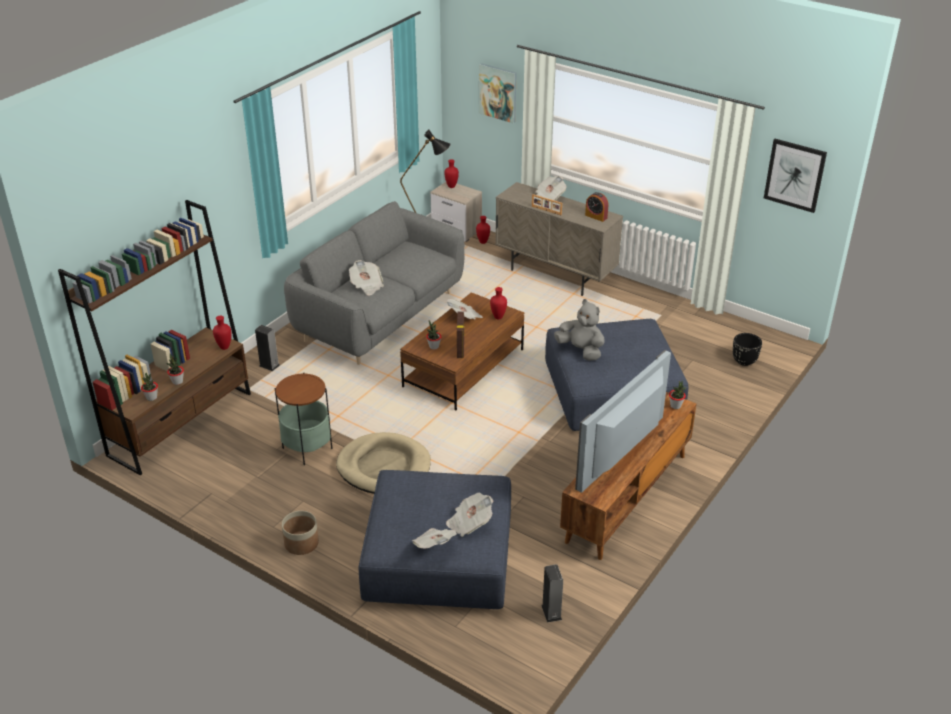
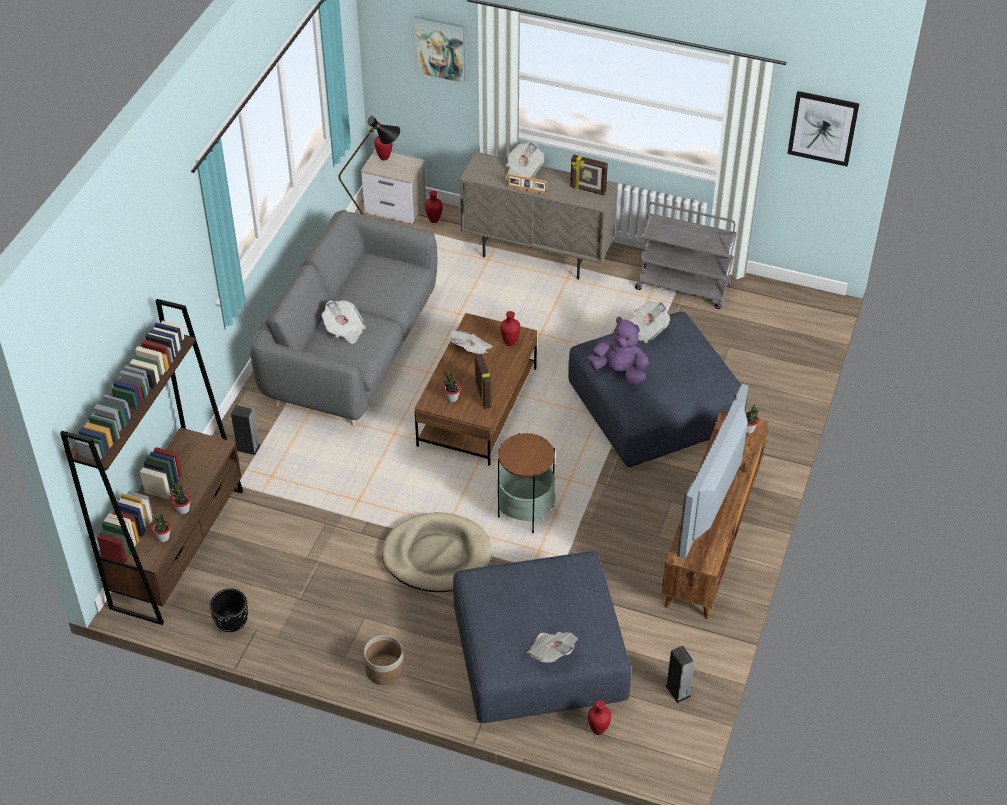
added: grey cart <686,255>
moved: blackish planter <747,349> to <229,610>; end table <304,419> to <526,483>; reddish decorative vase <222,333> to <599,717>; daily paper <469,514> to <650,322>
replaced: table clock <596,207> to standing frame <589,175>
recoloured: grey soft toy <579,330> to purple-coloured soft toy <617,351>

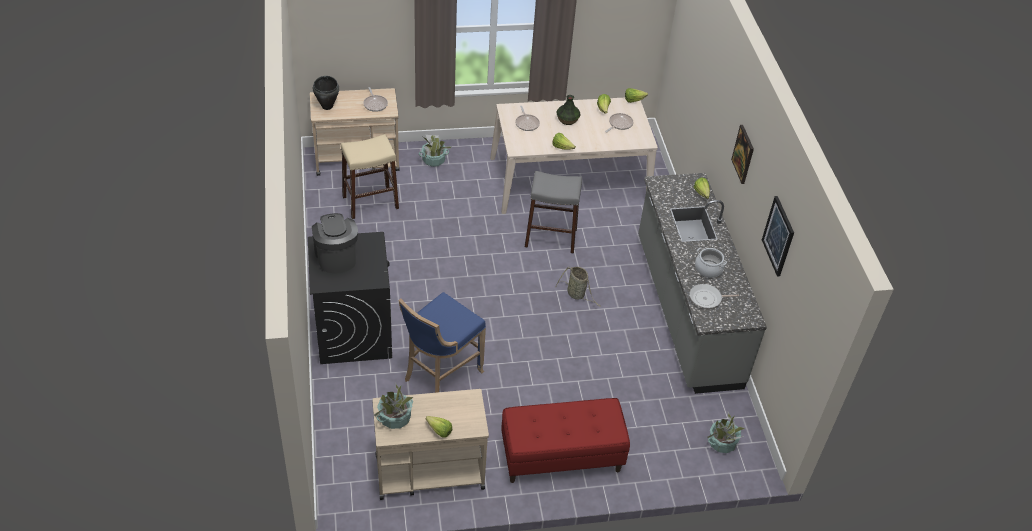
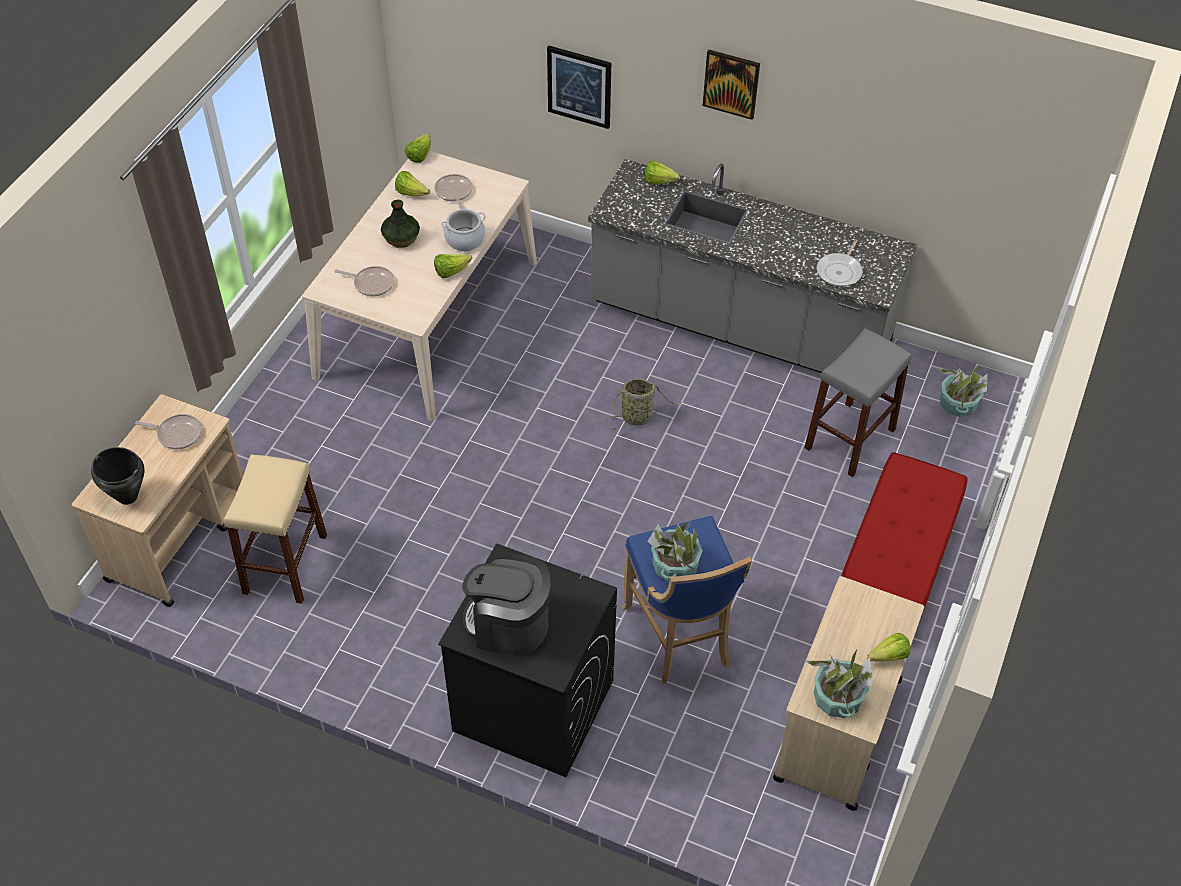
moved: stockpot <711,263> to <463,230>; picture <778,236> to <579,87>; plant in a pot <435,150> to <675,551>; grey stool seat <553,212> to <858,402>

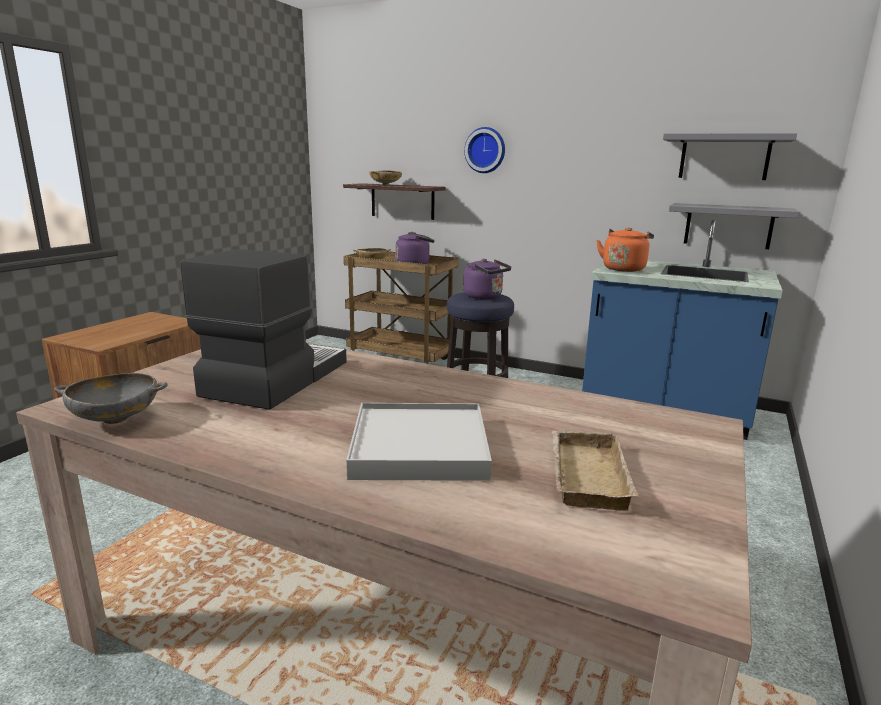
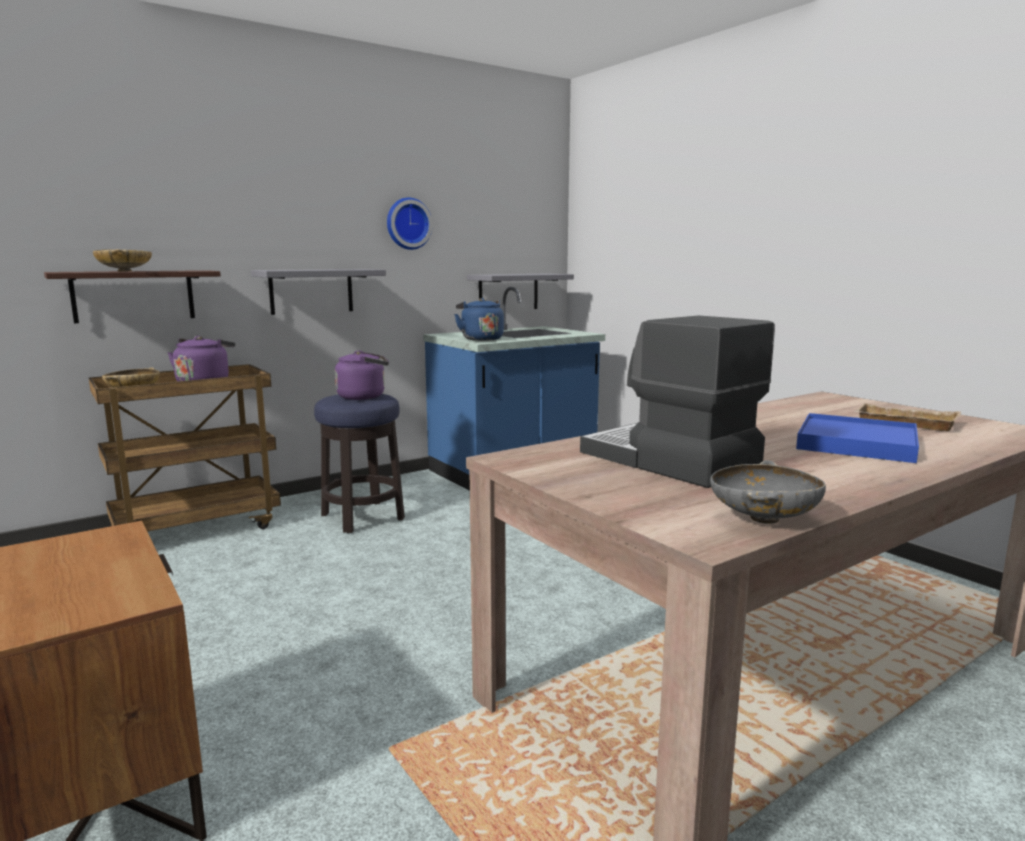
moved: grey shelf <730,156> to <318,292>; clock on the wall <484,150> to <410,224>
recoloured: orange kettle <625,249> to bluish kettle <479,319>; whitish tray <419,442> to bluish tray <857,438>

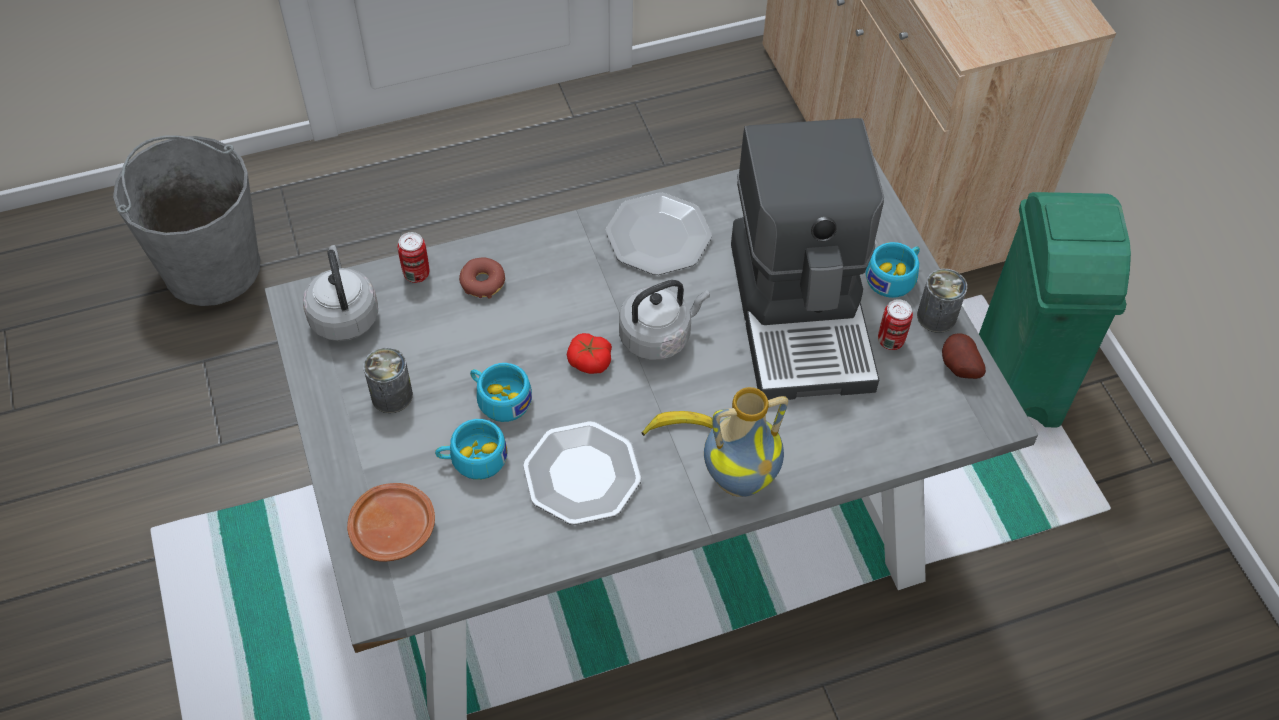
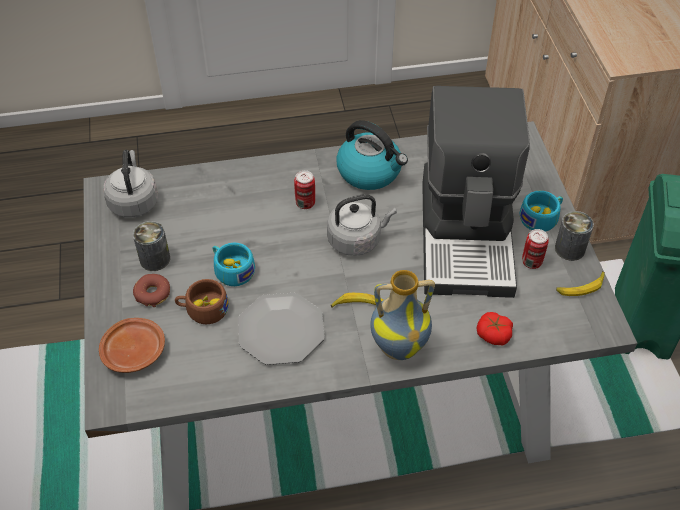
removed: grey bucket <186,220>
moved: donut <482,278> to <151,290>; sealed can <413,257> to <304,189>; whole tomato <589,353> to <495,328>
replaced: flat dish <658,233> to kettle <372,155>; whole potato <964,356> to banana fruit <580,283>
recoloured: turquoise-coloured drinking cup <471,449> to brown-coloured drinking cup <202,301>

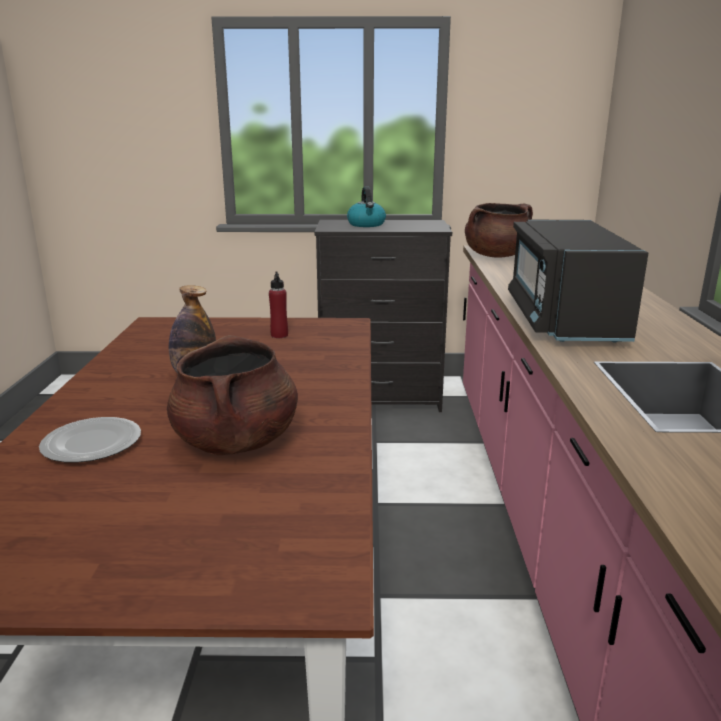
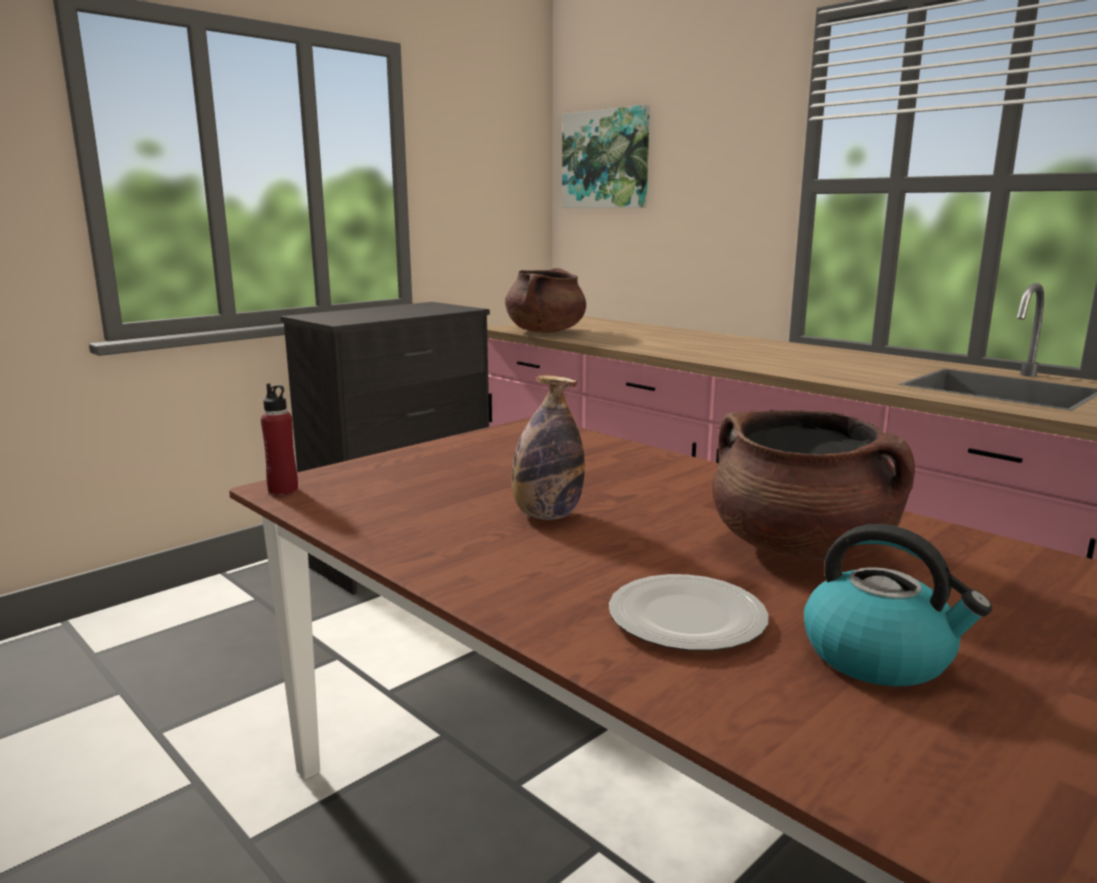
removed: blackish kitchen microwave <578,280>
added: picture <606,156>
moved: reddish beverage bottle <278,304> to <279,439>; kettle <366,207> to <898,605>

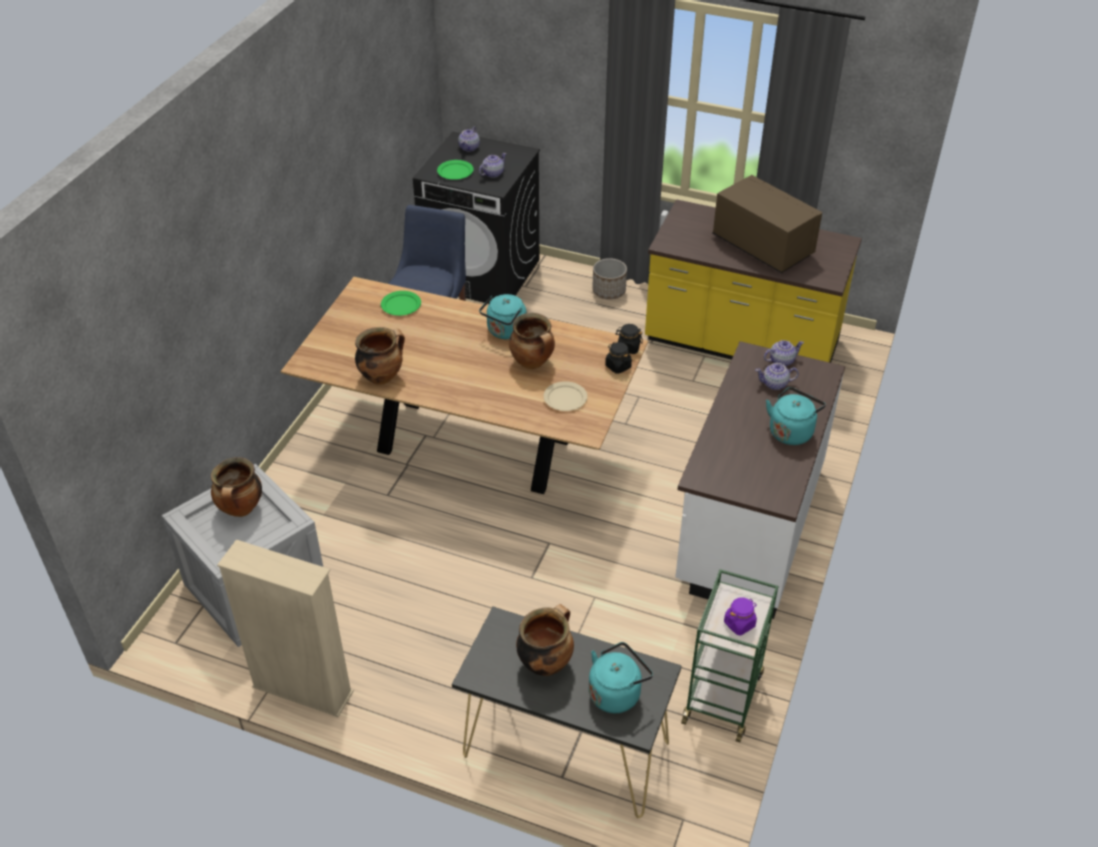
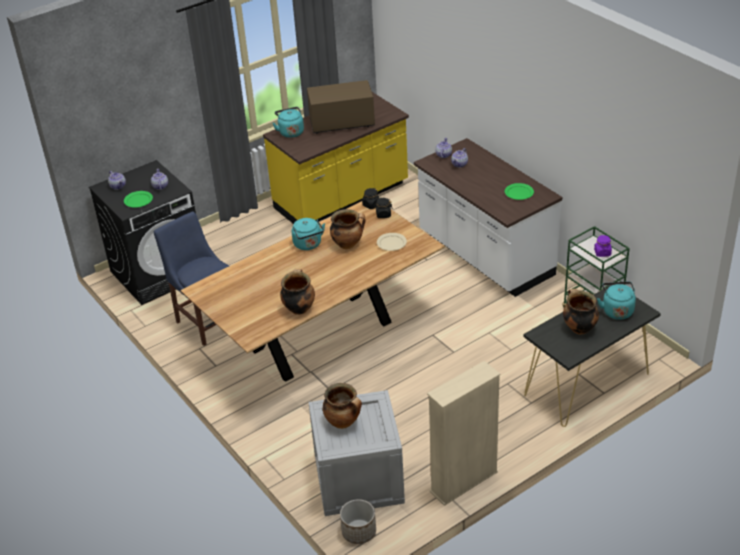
moved: turquoise-coloured kettle <796,416> to <288,122>; planter <609,278> to <358,521>; green flat dish <401,303> to <519,191>

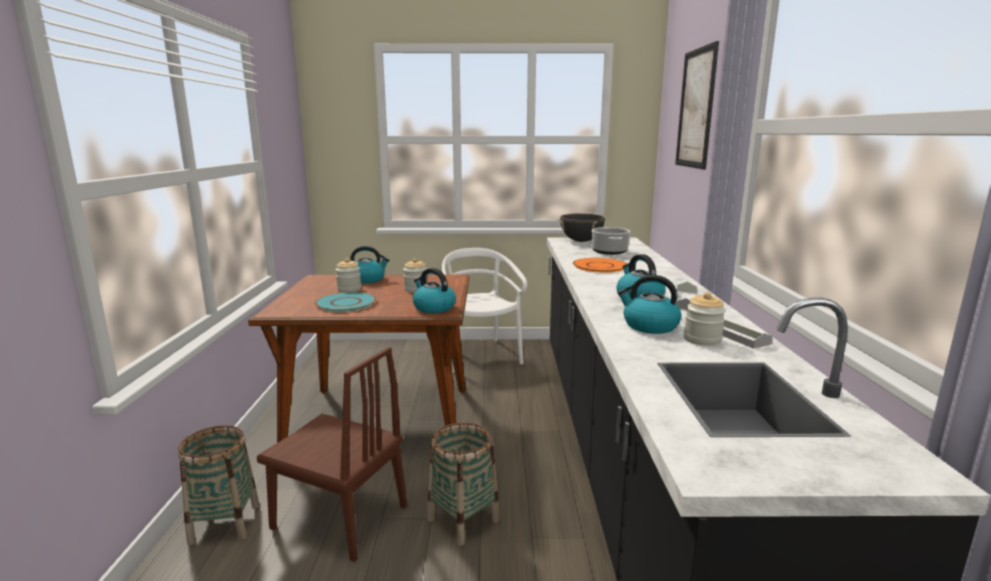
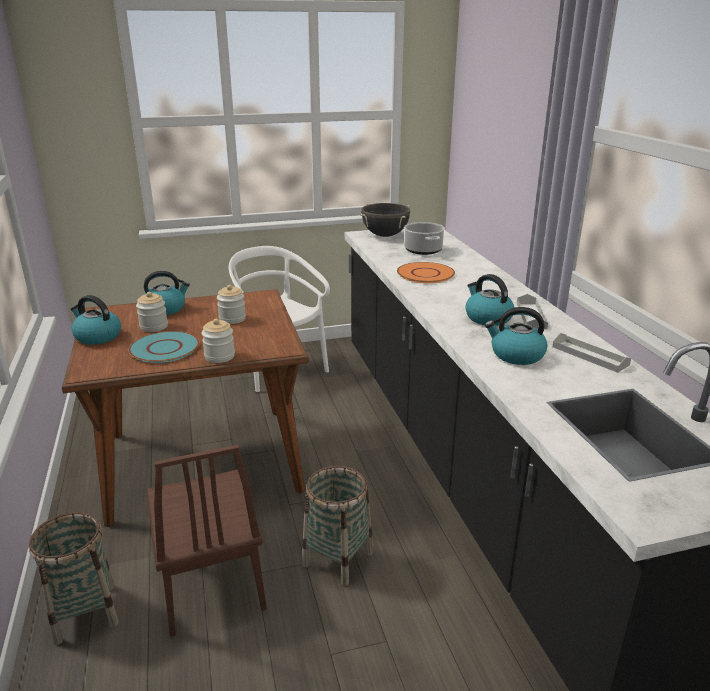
removed: picture <697,105>
moved: kettle <434,290> to <96,320>; storage jar <705,319> to <218,341>
turned: brown-coloured upright chair <332,454> = <206,541> 60 degrees clockwise

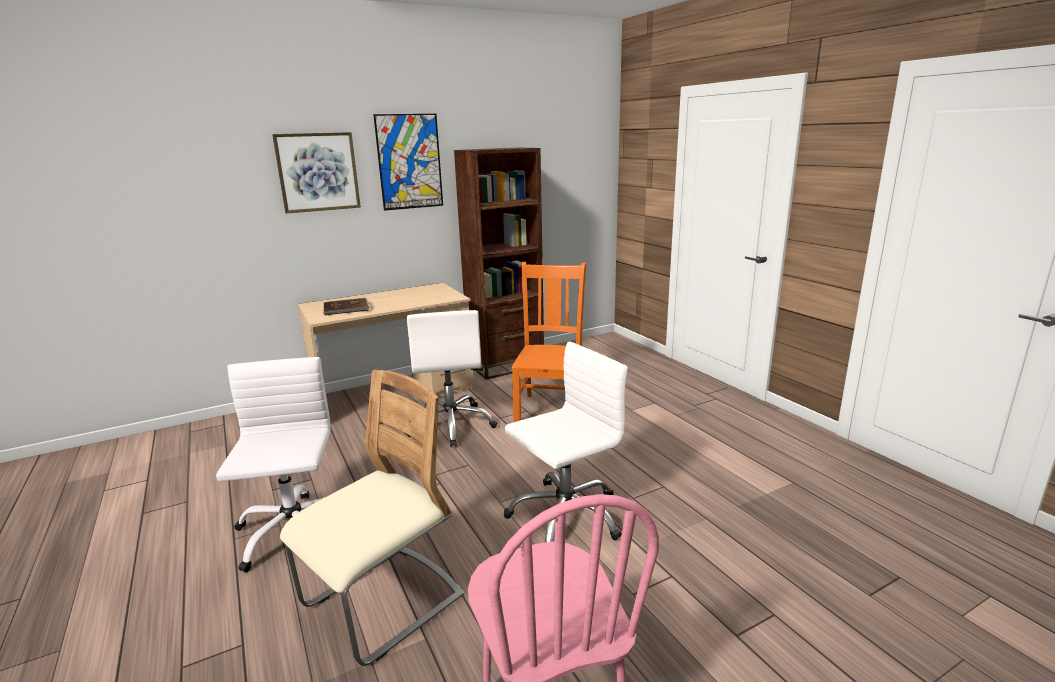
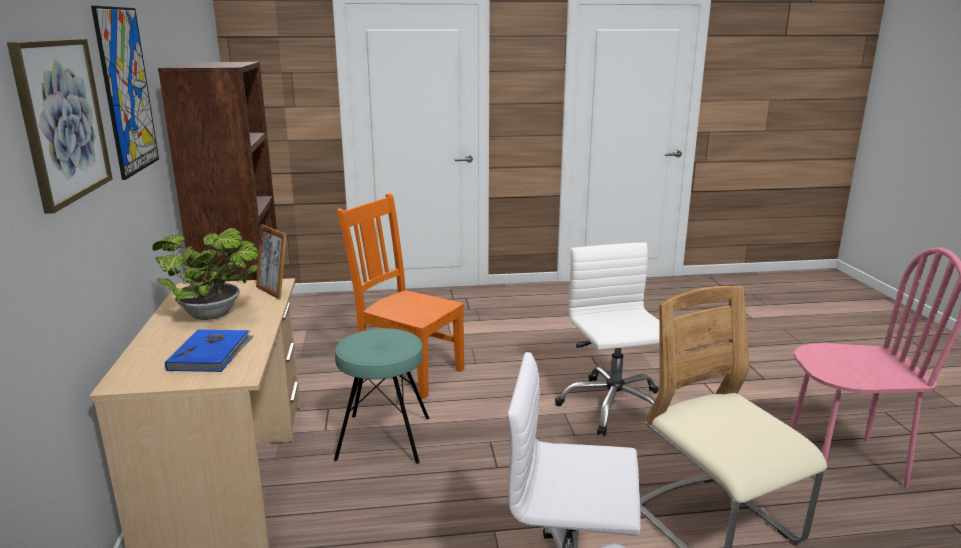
added: plant in a pot <206,274>; standing frame <271,261>
replaced: whitish office chair <451,378> to turquoise-coloured stool seat <381,396>
recoloured: brown-coloured volume <346,306> to bluish volume <209,350>

